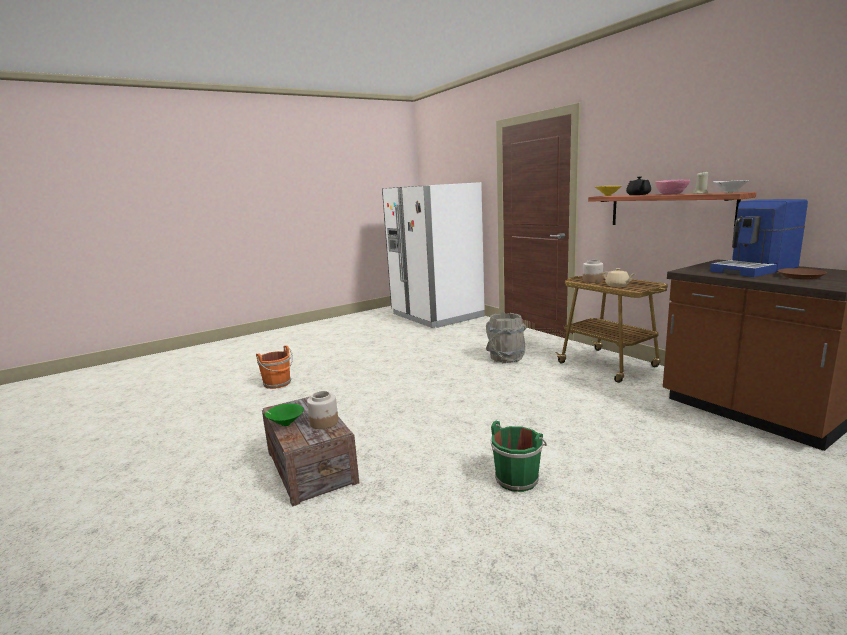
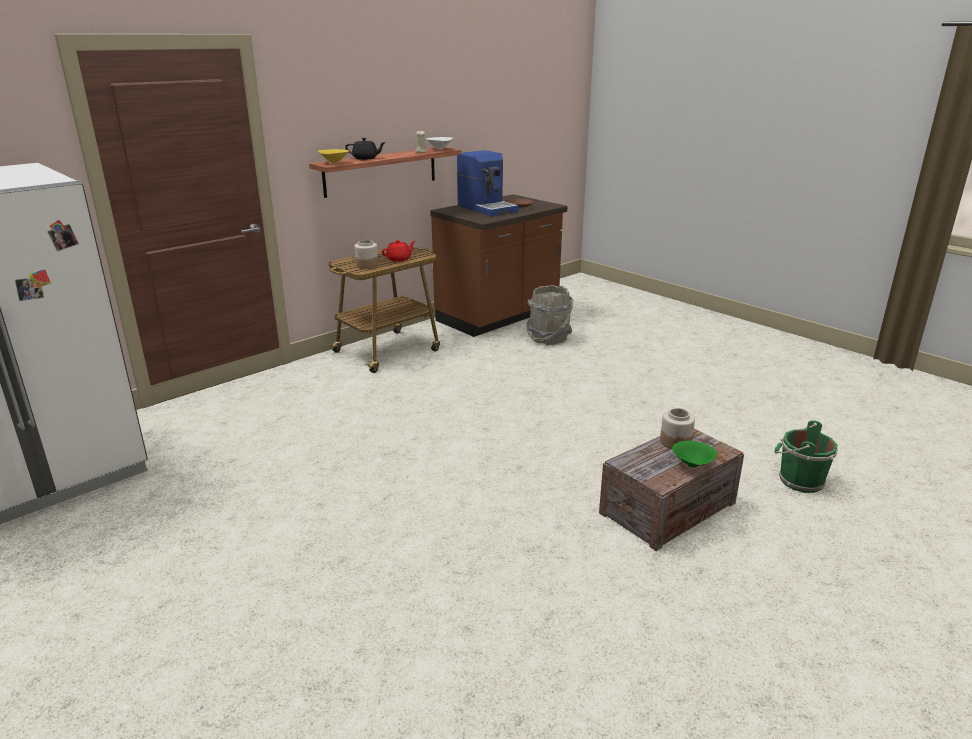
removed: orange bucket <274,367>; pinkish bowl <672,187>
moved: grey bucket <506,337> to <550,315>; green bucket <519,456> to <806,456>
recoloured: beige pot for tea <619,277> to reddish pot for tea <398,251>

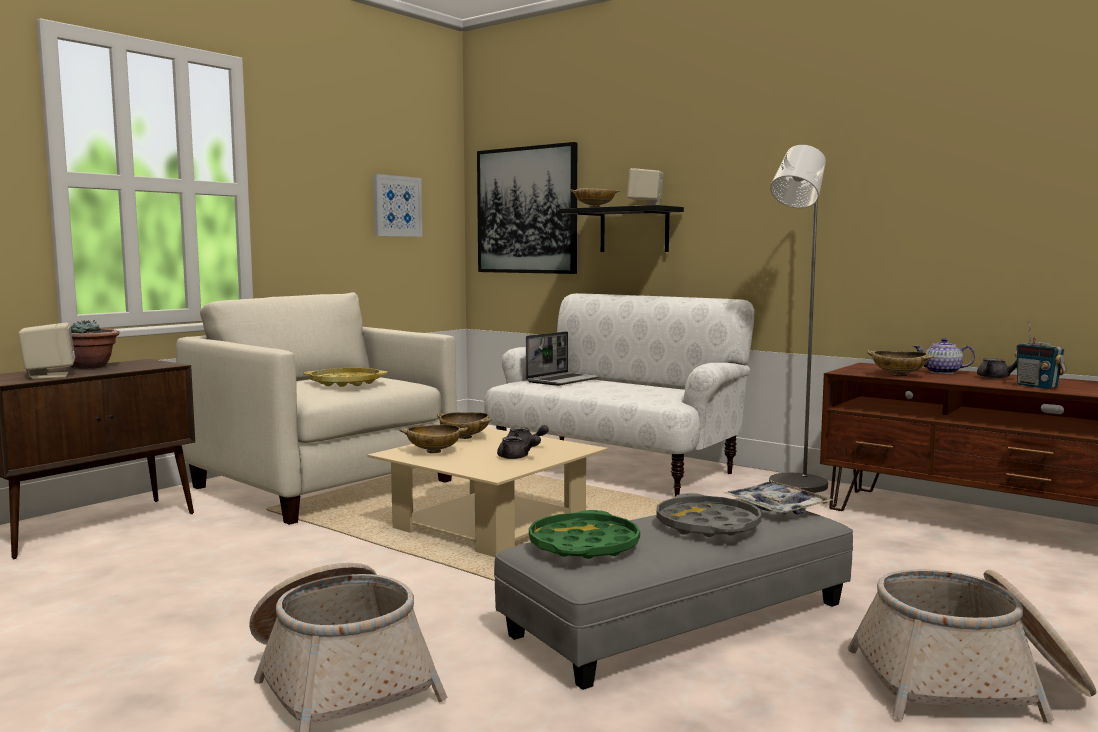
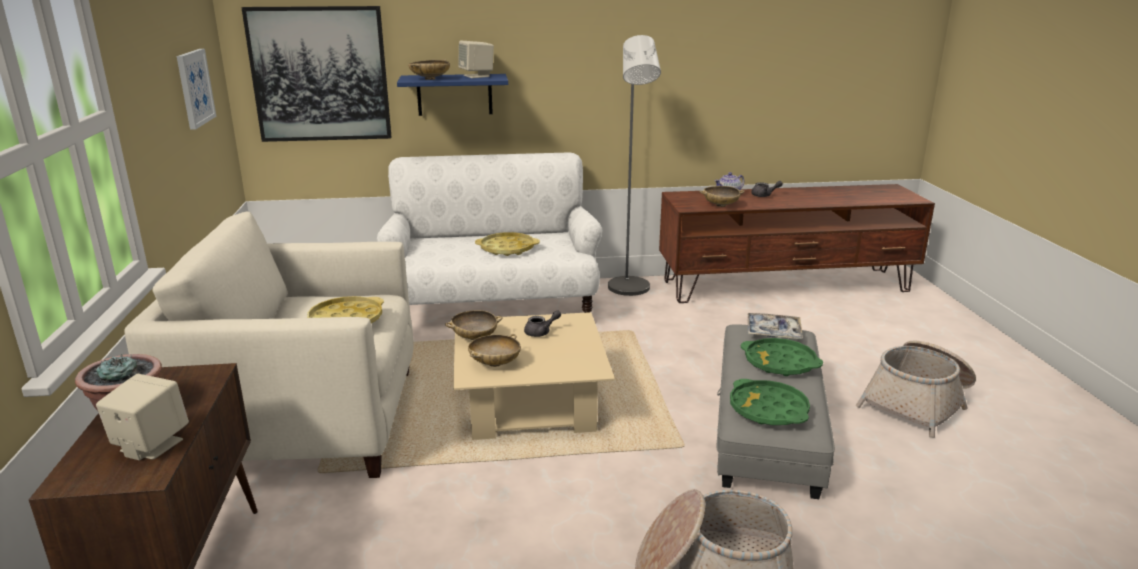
removed: grey pot for tea <519,447>; notebook computer <563,358>; radio receiver <1041,355>
added: yellowish tray <507,244>
recoloured: blackish shelf <621,228> to bluish shelf <452,95>; grey tray <708,515> to green tray <782,357>

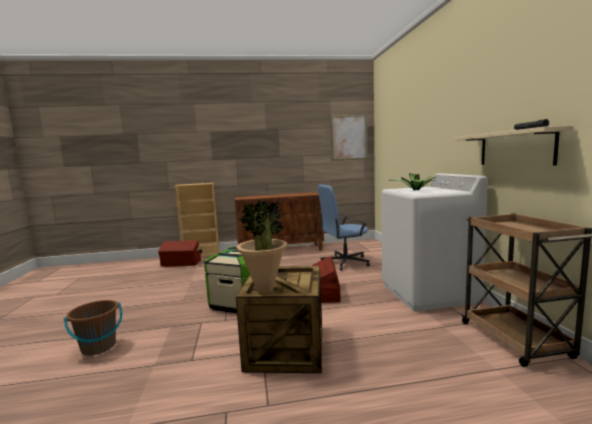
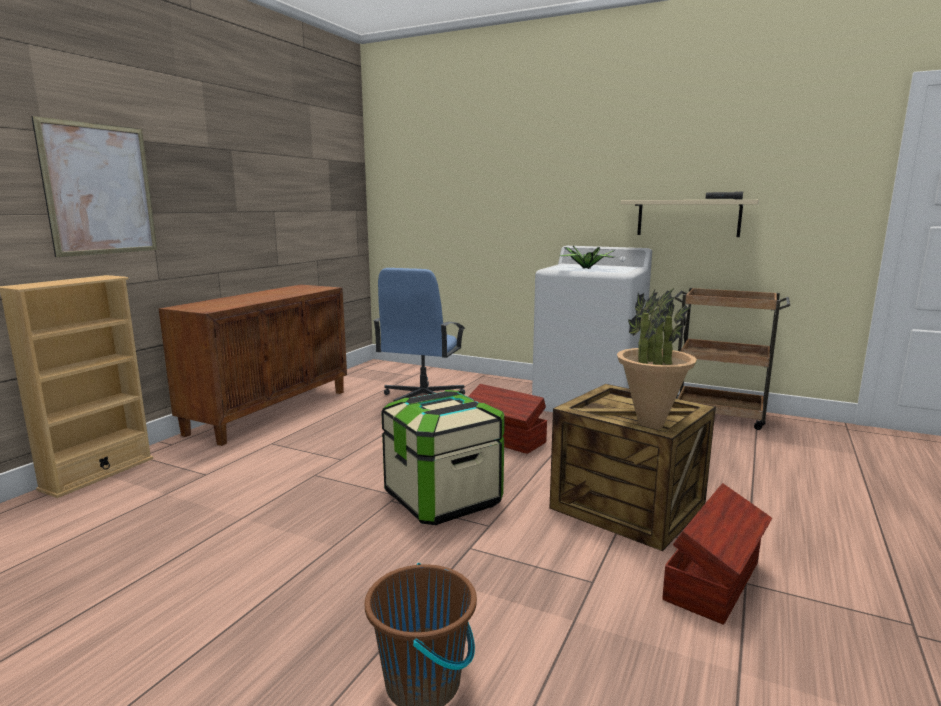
moved: picture <349,137> to <94,186>; brown-coloured storage bin <179,253> to <717,554>

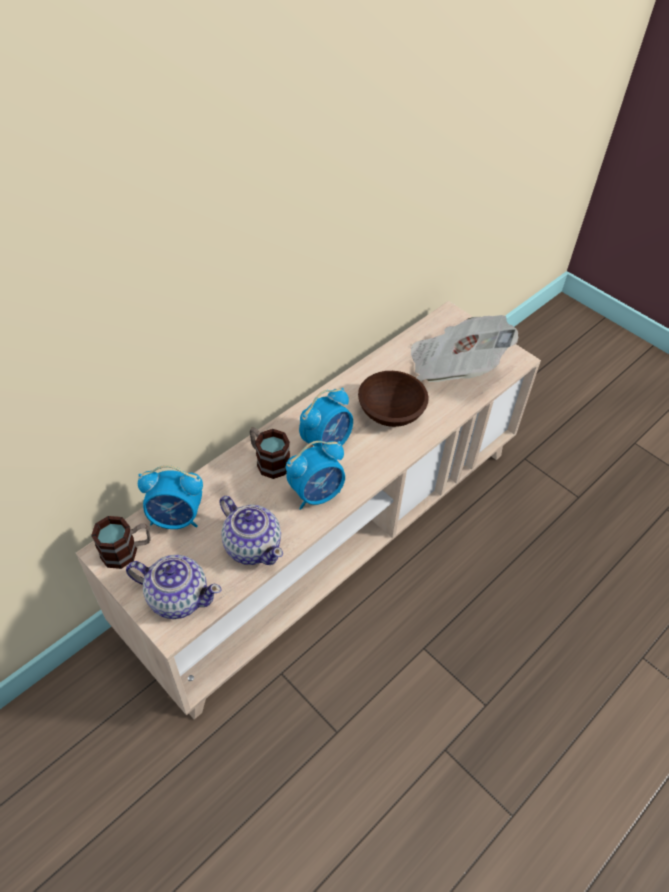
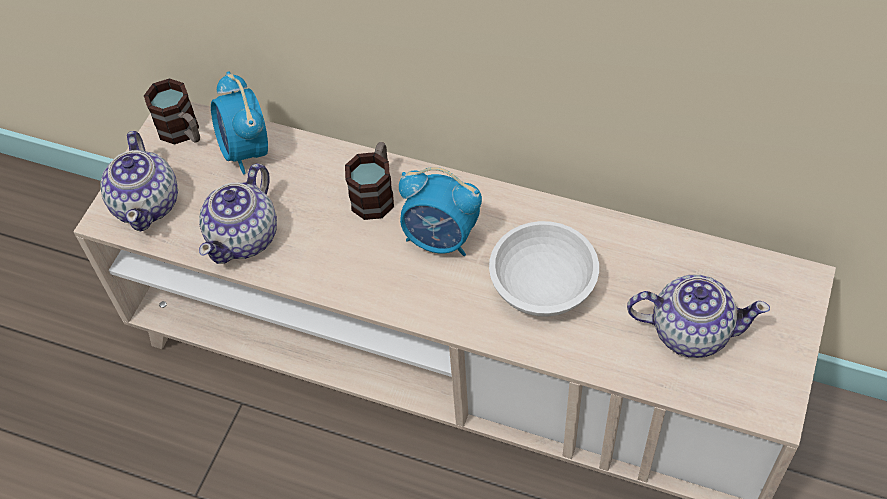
removed: table clock <315,475>
replaced: daily paper <465,348> to pot for tea <698,316>
recoloured: brown-coloured bowl <393,399> to whitish bowl <544,269>

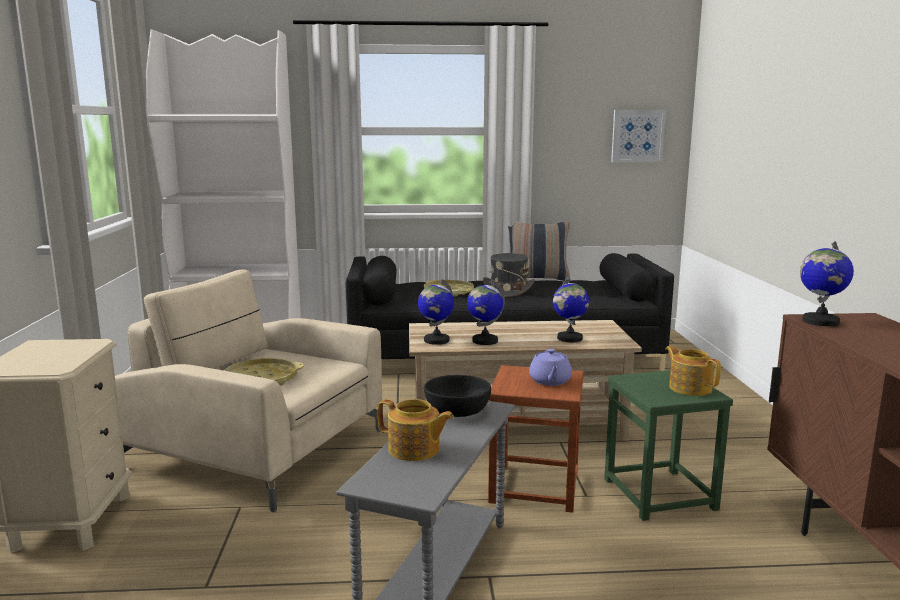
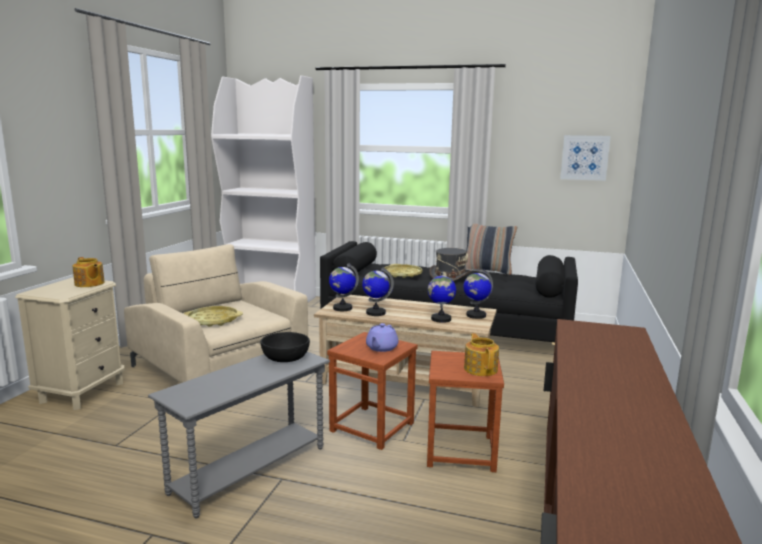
moved: pot for tea <416,430> to <89,272>; desk globe <827,283> to <478,294>
recoloured: green stool seat <668,445> to brown-coloured stool seat <465,411>

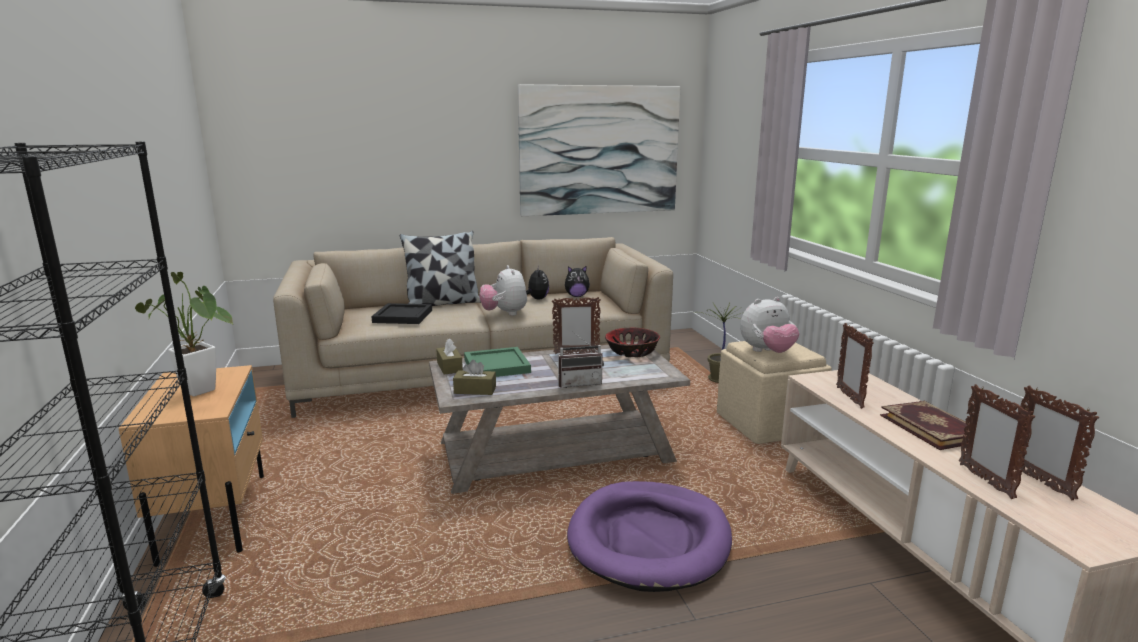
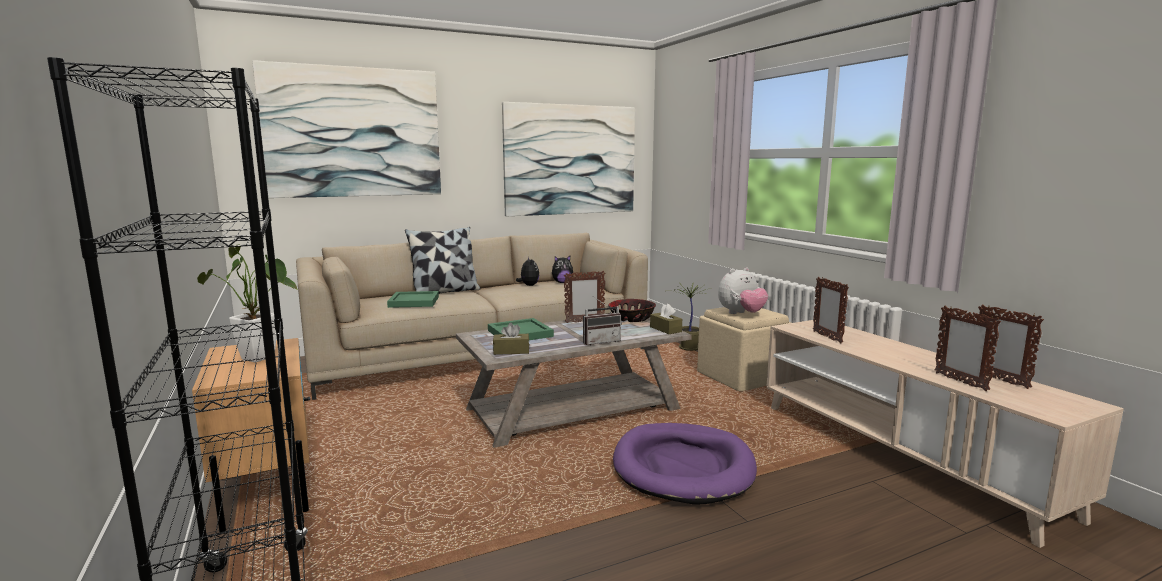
removed: soft toy <503,290>; volume <924,425>
added: picture <346,129>
moved: brown-coloured box of tissues <449,356> to <666,318>
recoloured: blackish tray <401,313> to green tray <413,299>

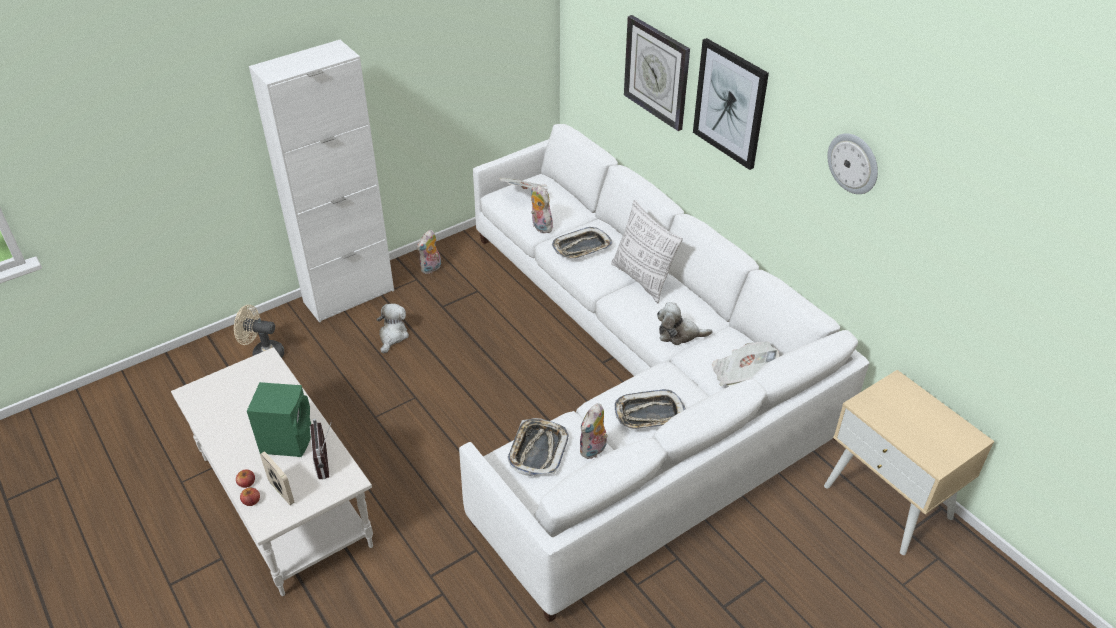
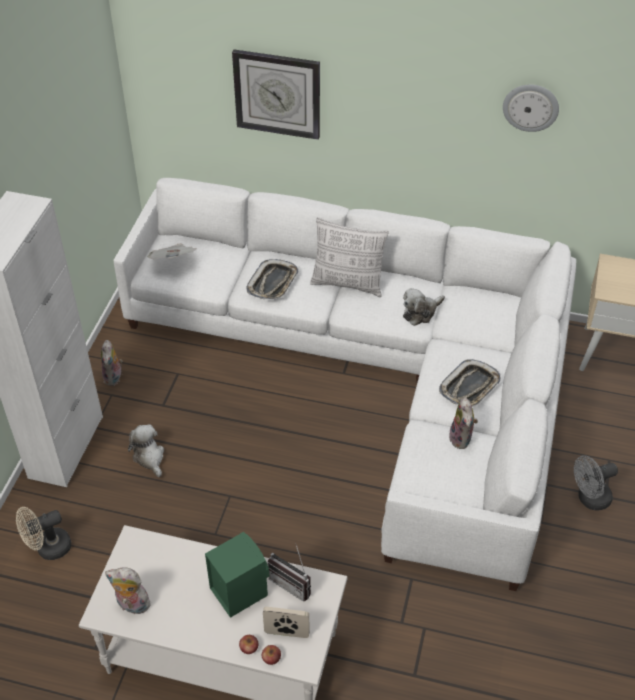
removed: tray <538,447>; picture <731,104>; daily paper <745,363>
added: grey cooling fan <596,483>
moved: soft toy <542,209> to <128,590>

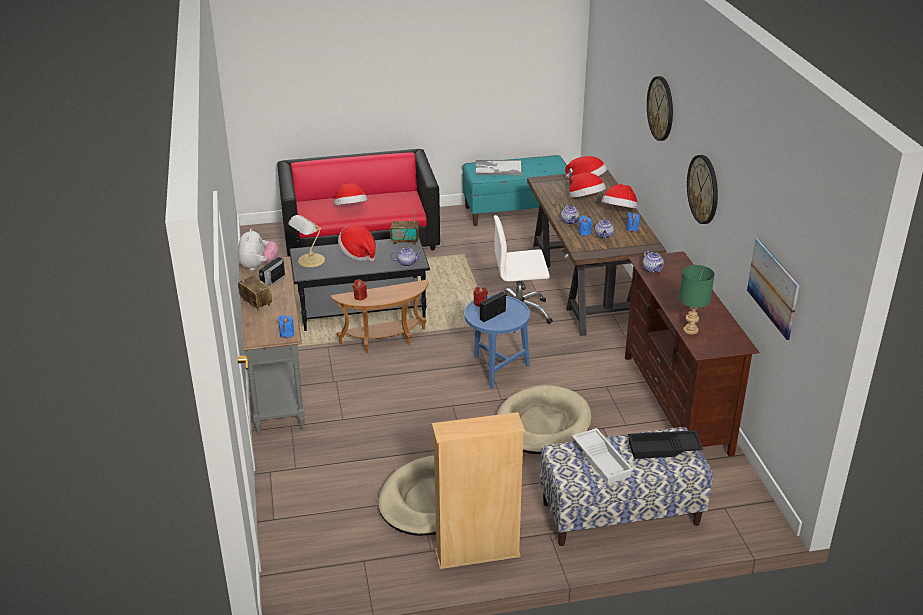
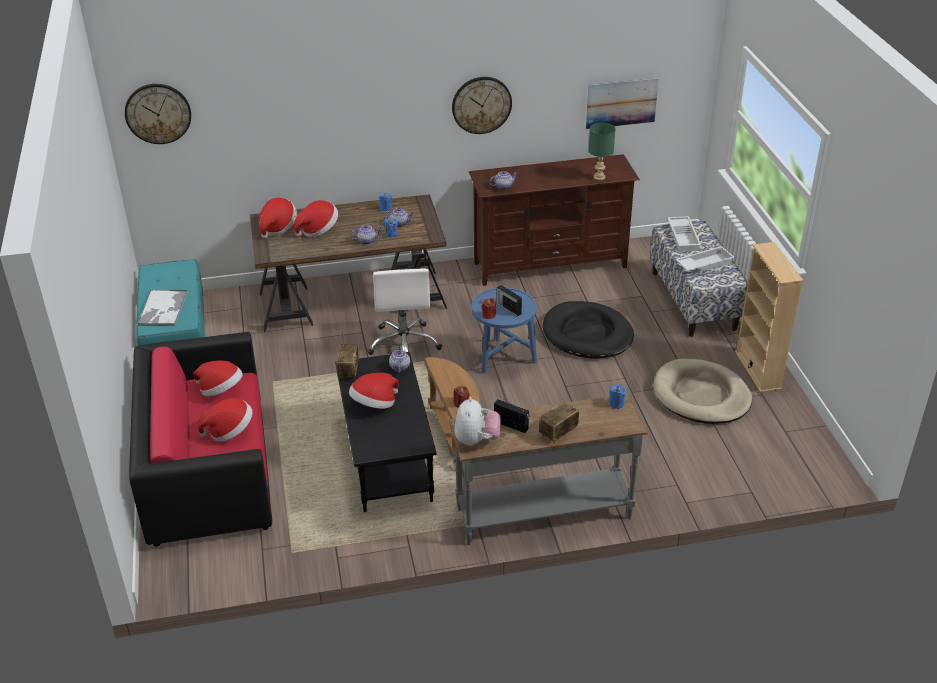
removed: lamp for a table <306,241>
moved: clock on the wall <660,108> to <158,114>; wearable hat <619,196> to <218,378>
recoloured: beige dog bed <544,419> to blackish dog bed <588,330>; blackish tray <665,444> to whitish tray <684,234>
turned: soft toy <258,249> = <477,421> 90 degrees clockwise

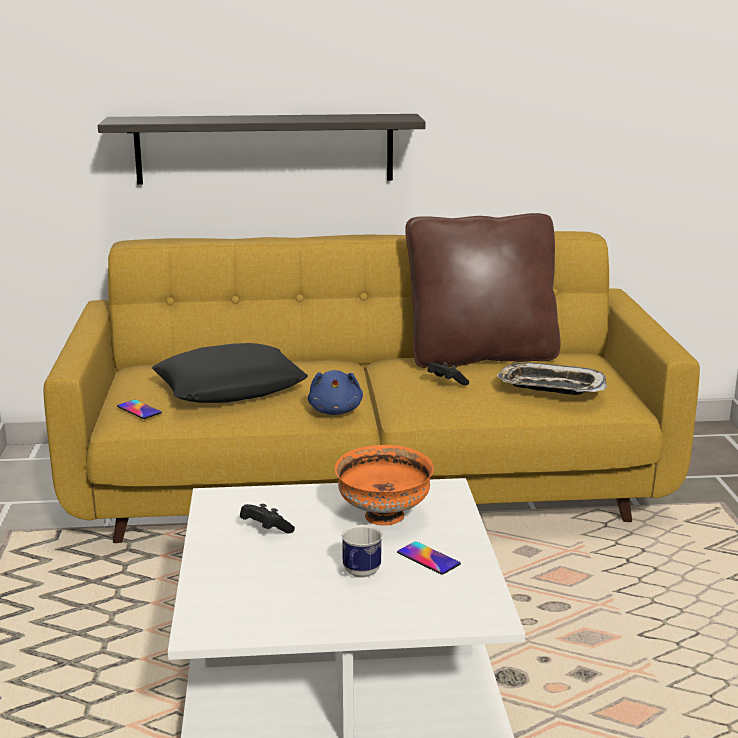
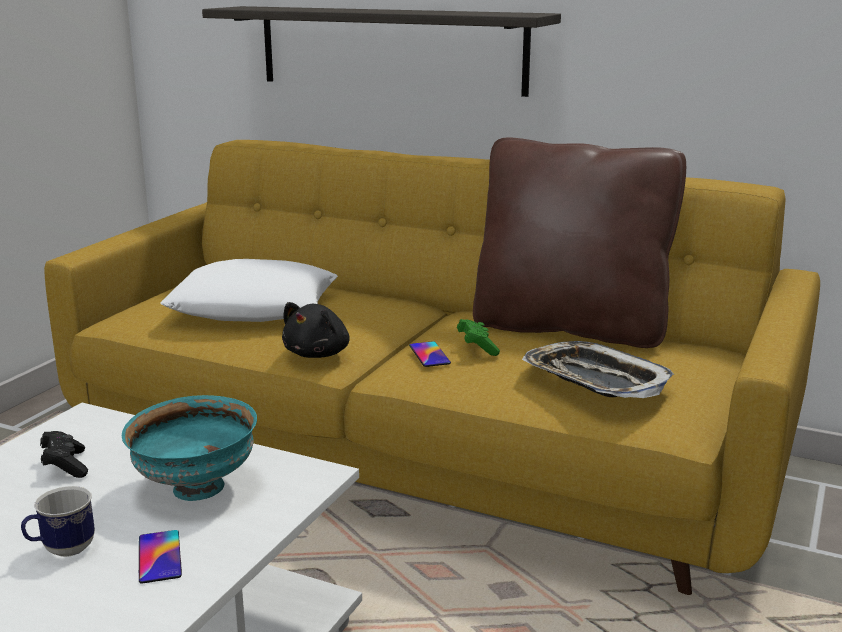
moved: phone <139,409> to <430,354>
recoloured: orange bowl <384,485> to turquoise-coloured bowl <189,448>; blackish throw pillow <230,373> to whitish throw pillow <249,290>; bluish soft toy <335,392> to blackish soft toy <316,330>; blackish gamepad <448,373> to green gamepad <478,337>

